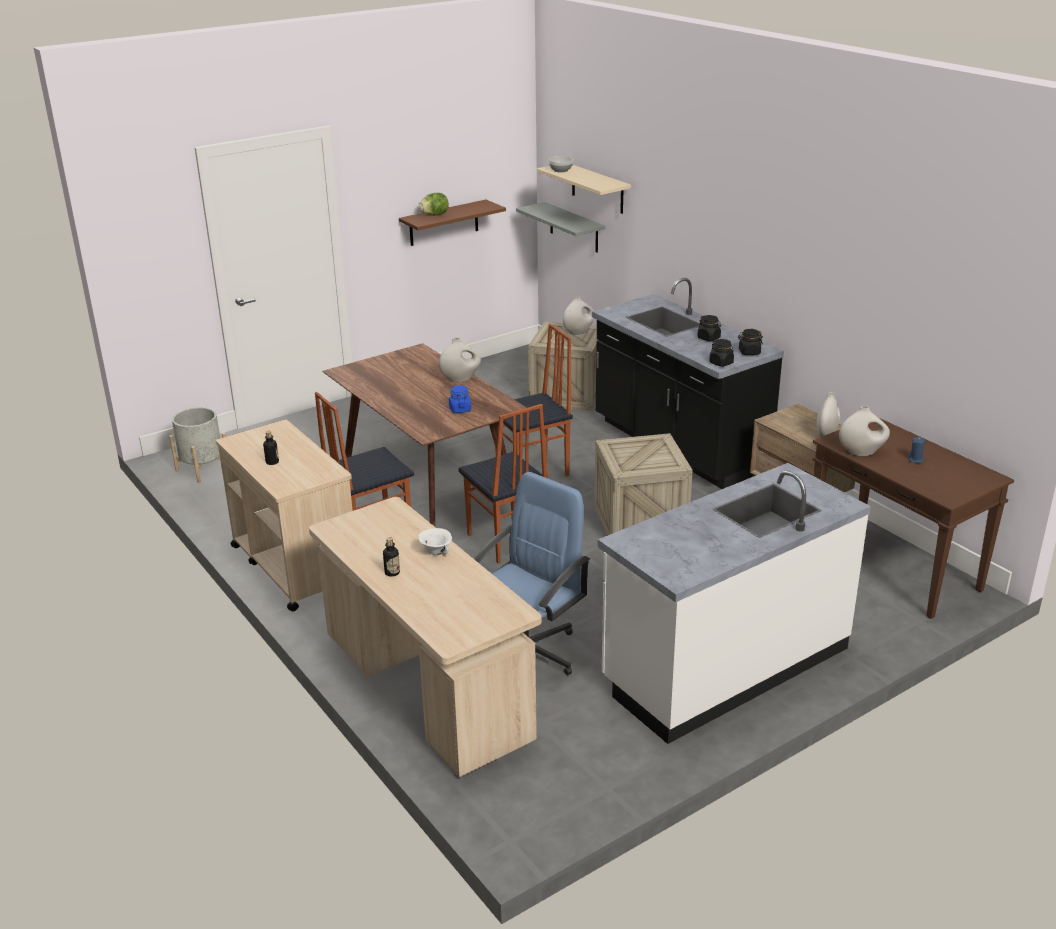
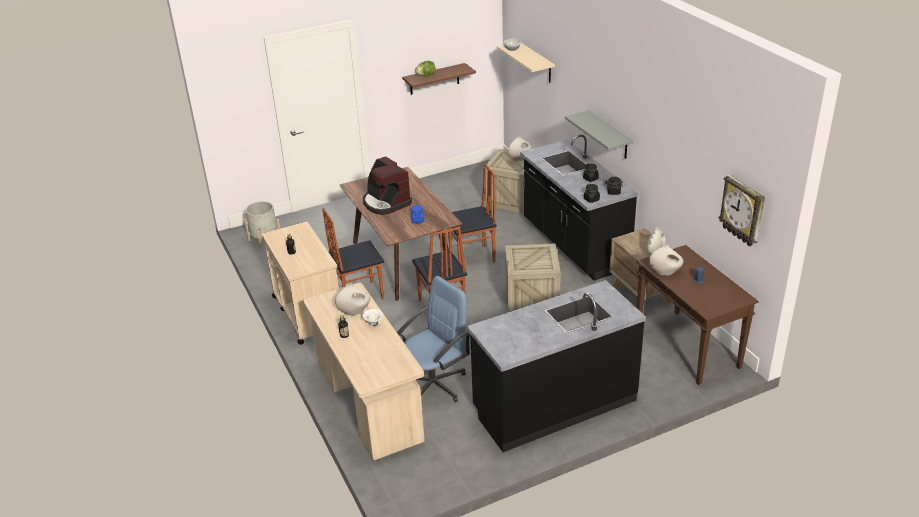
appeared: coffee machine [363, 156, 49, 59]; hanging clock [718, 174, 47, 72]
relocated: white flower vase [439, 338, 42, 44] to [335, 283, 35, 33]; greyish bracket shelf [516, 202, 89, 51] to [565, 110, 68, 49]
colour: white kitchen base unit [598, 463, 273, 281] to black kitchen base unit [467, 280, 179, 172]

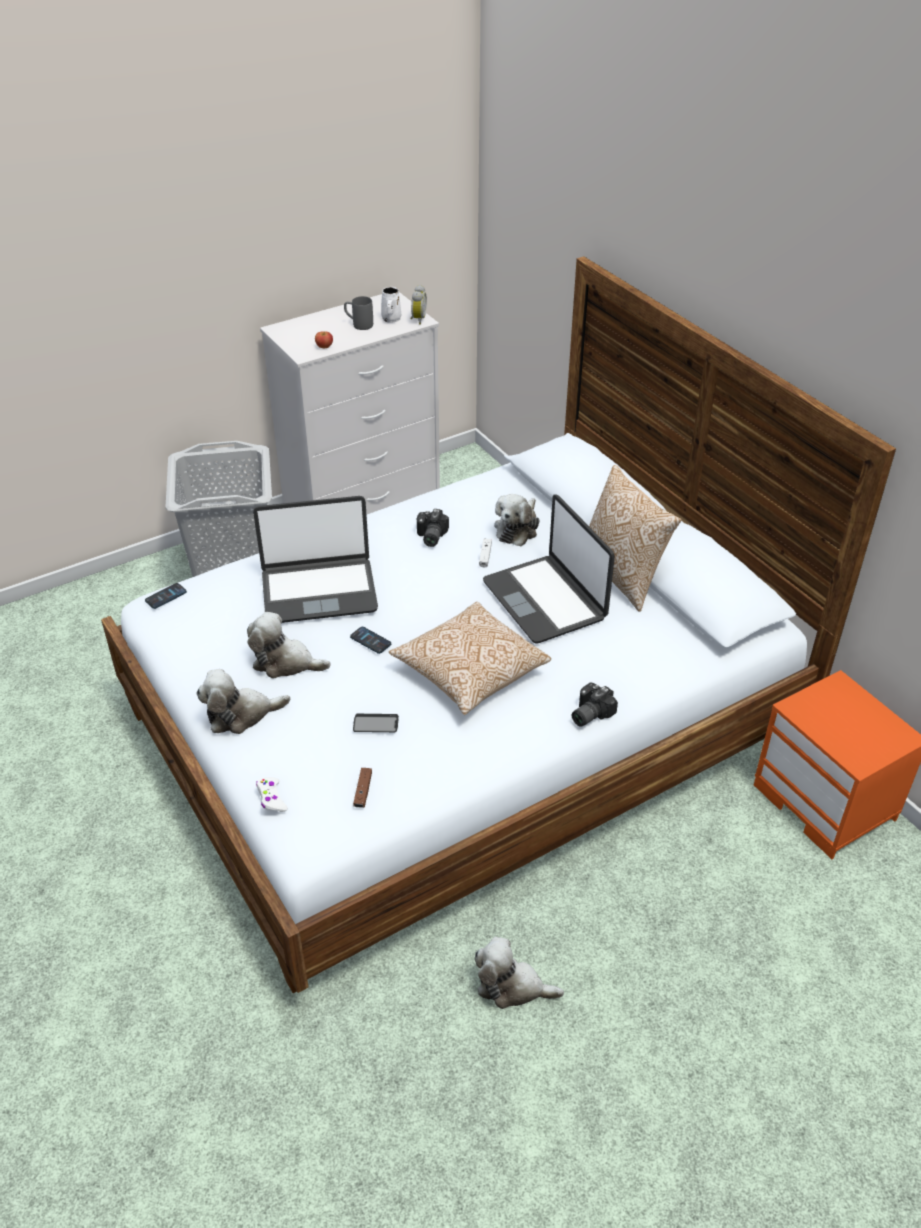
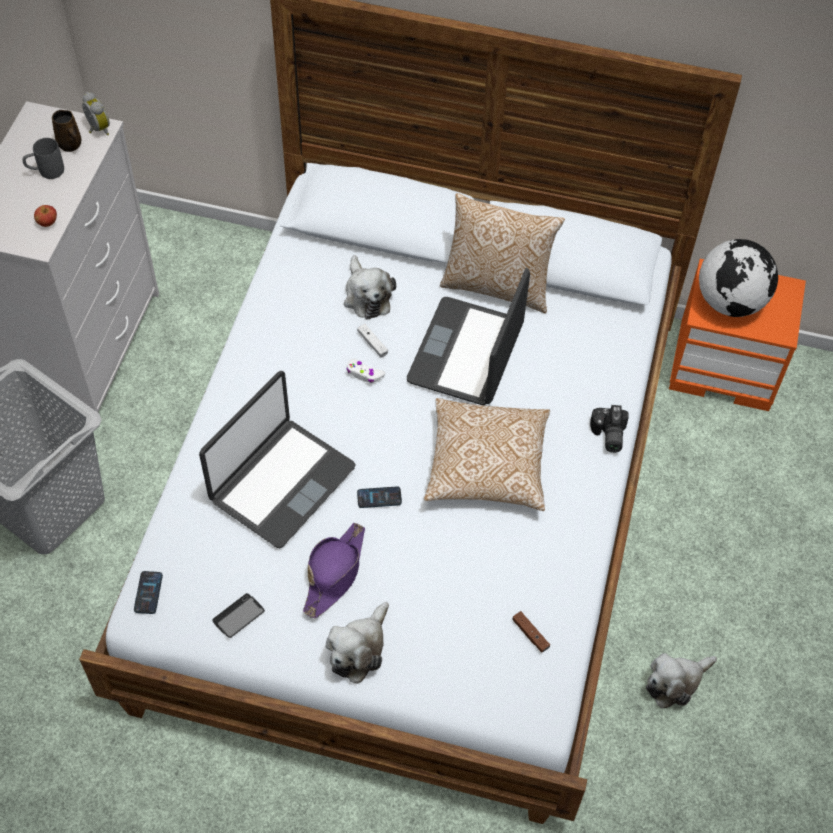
missing: still camera [417, 509, 32, 38]
appeared: globe [699, 239, 79, 78]
relocated: phone [353, 714, 46, 18] to [212, 593, 53, 45]; white game controller [256, 777, 32, 35] to [346, 358, 39, 25]
exchanged: cuddly toy [247, 612, 84, 66] to purplish hat [303, 523, 62, 96]
colour: white tea mug [381, 287, 20, 36] to brown tea mug [52, 110, 29, 42]
spun: laptop [483, 494, 132, 149] = [407, 268, 123, 137] 90 degrees clockwise

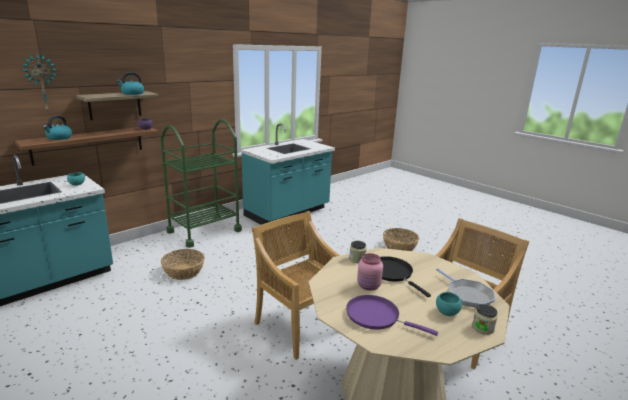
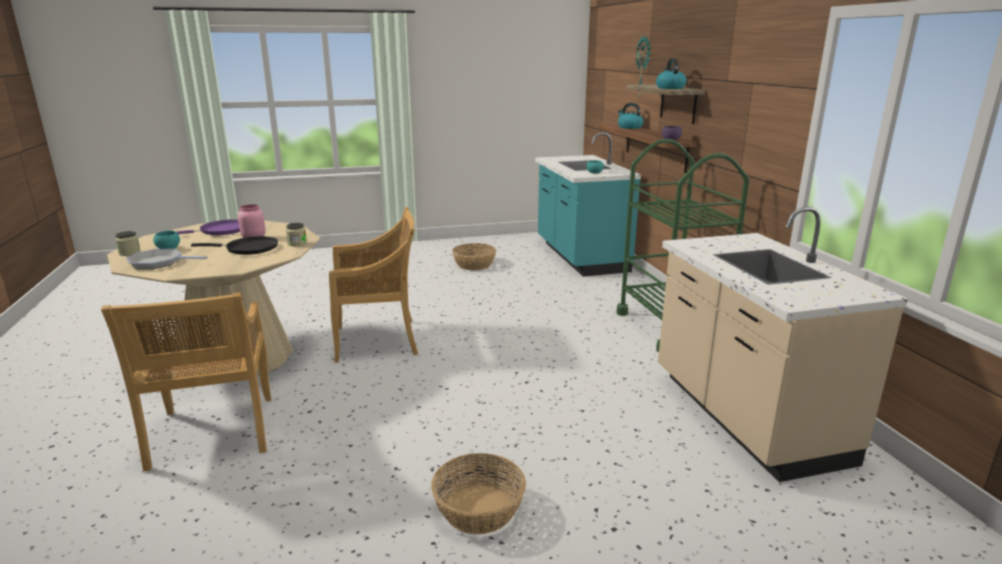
relocated: household basket [161, 249, 44, 31] to [452, 243, 44, 27]
colour: blue-green kitchen base unit [241, 124, 94, 101] to beige kitchen base unit [658, 207, 250, 275]

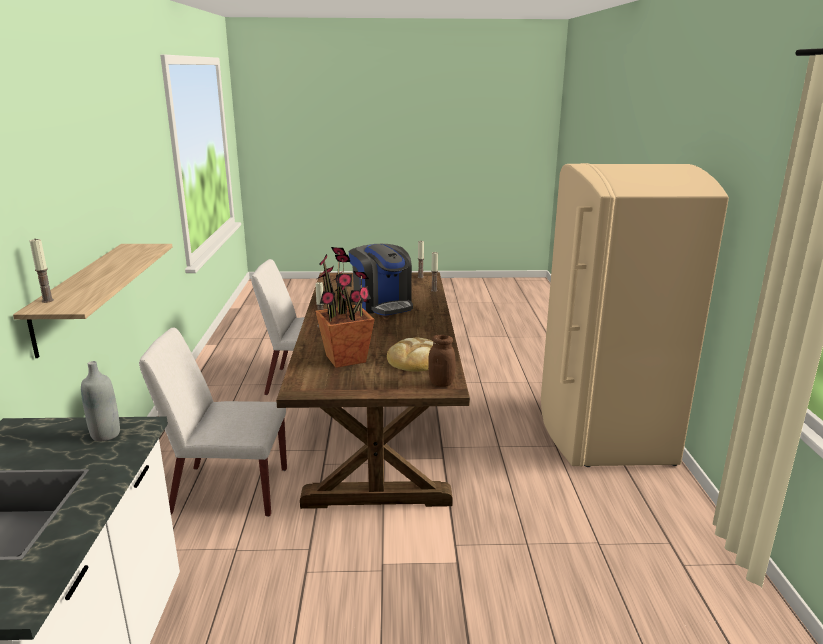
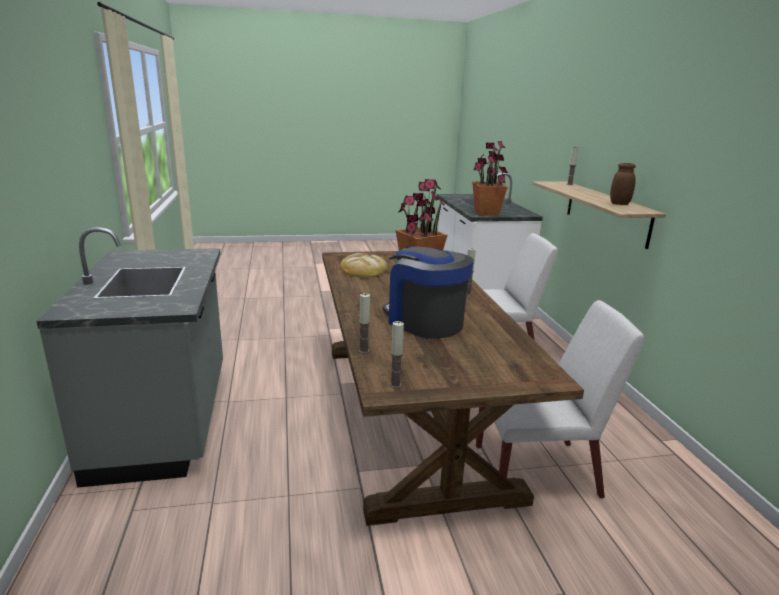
relocated: brown jar [428, 335, 28, 52] to [610, 163, 26, 42]
exchanged: beige refrigerator [541, 163, 188, 304] to greyish kitchen base unit [36, 227, 187, 261]; greyish beverage bottle [81, 361, 39, 81] to plant in a pot [472, 141, 36, 75]

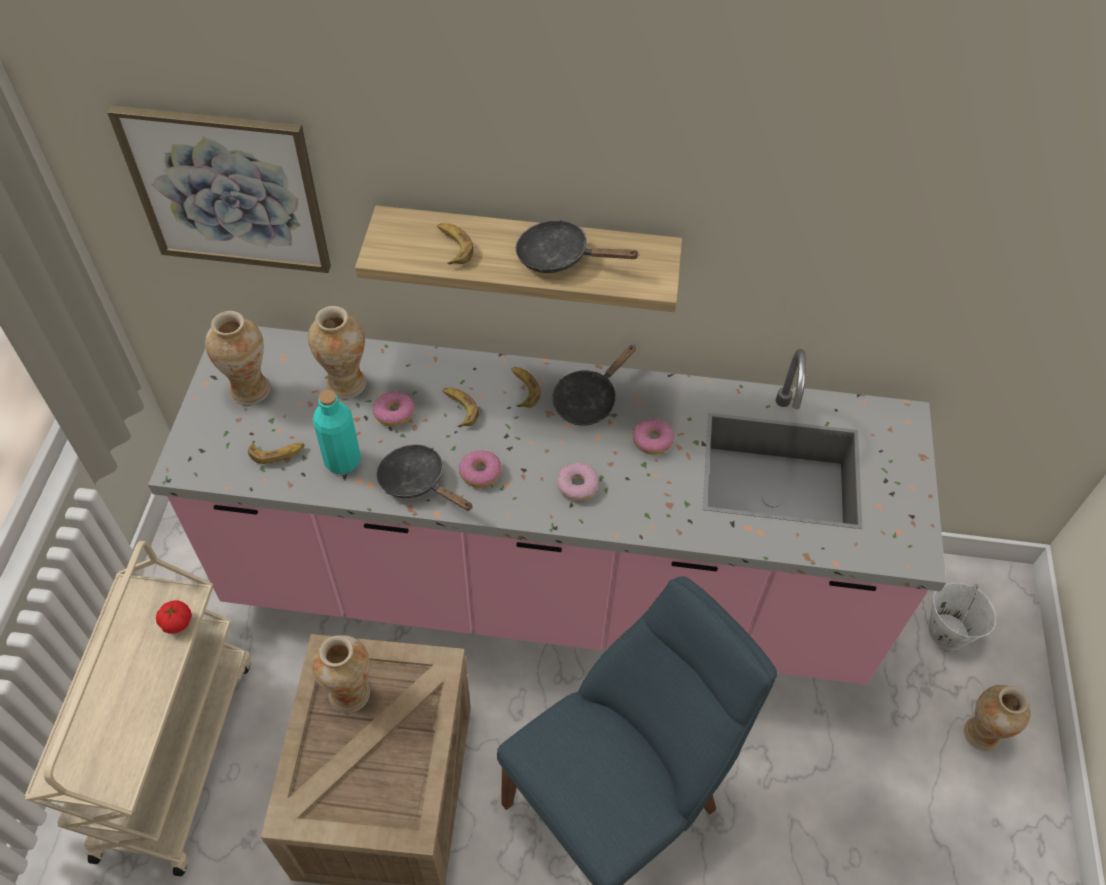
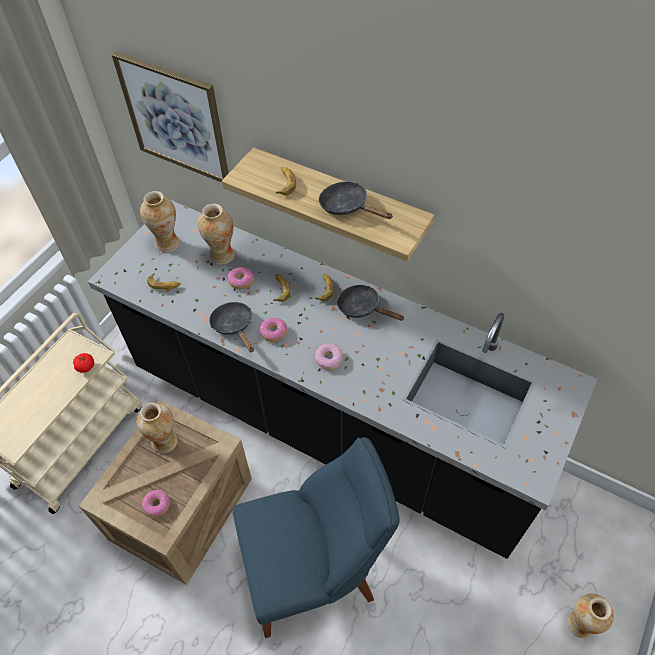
missing: blue-green beverage bottle [313, 390, 48, 84]; white pail [928, 583, 68, 67]
relocated: donut [632, 418, 42, 37] to [142, 490, 28, 27]
colour: pink kitchen base unit [148, 326, 798, 359] to black kitchen base unit [88, 200, 509, 359]
spun: black skillet [552, 345, 84, 81] = [337, 285, 68, 36] 60 degrees clockwise

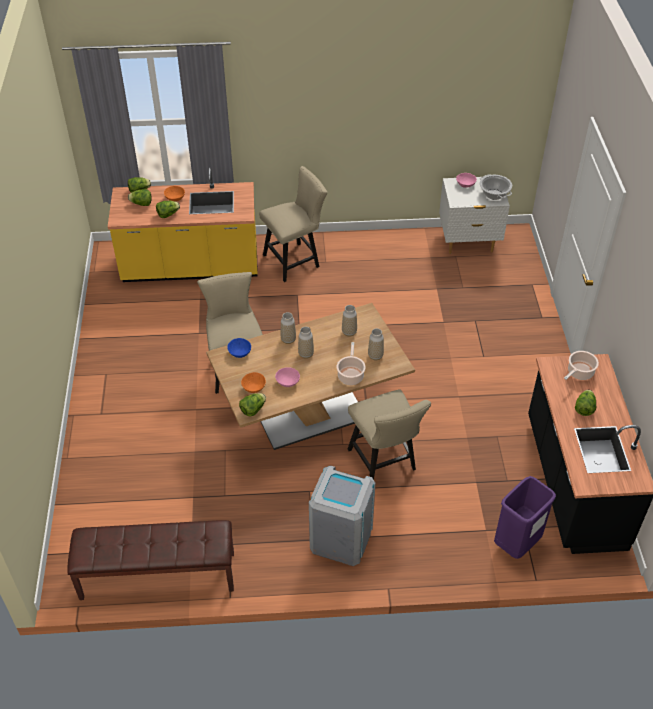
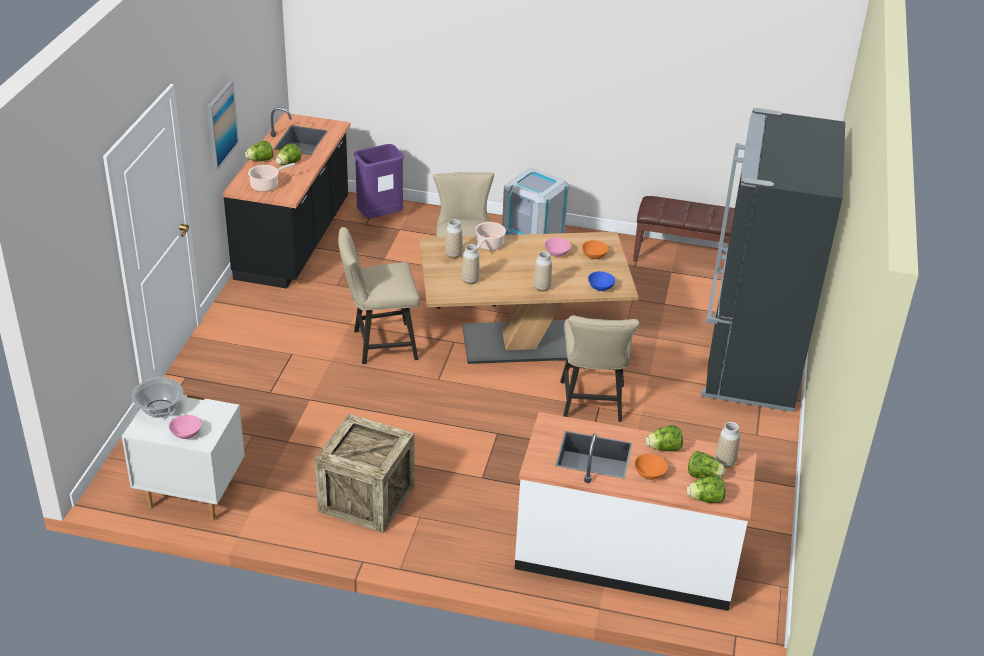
appeared: wall art [207, 81, 32, 89]; shipping crate [315, 414, 99, 119]; black refrigerator [701, 108, 144, 304]
relocated: lettuce [239, 393, 27, 23] to [245, 141, 28, 20]; beige plain chair [259, 166, 68, 116] to [338, 227, 82, 137]; flower vase [298, 327, 16, 32] to [715, 422, 25, 46]
colour: yellow-coloured kitchen base unit [108, 167, 150, 115] to white kitchen base unit [515, 412, 242, 199]

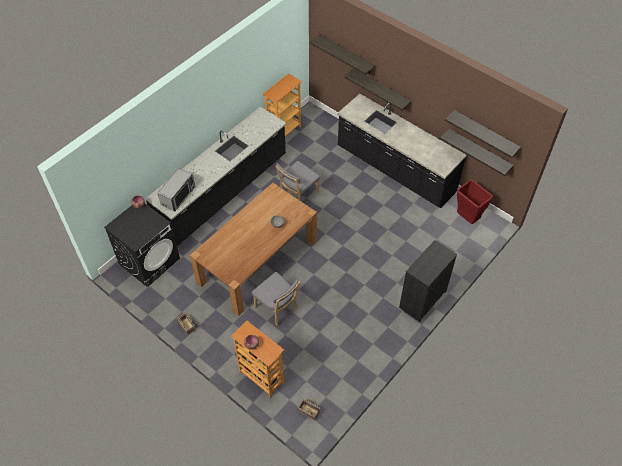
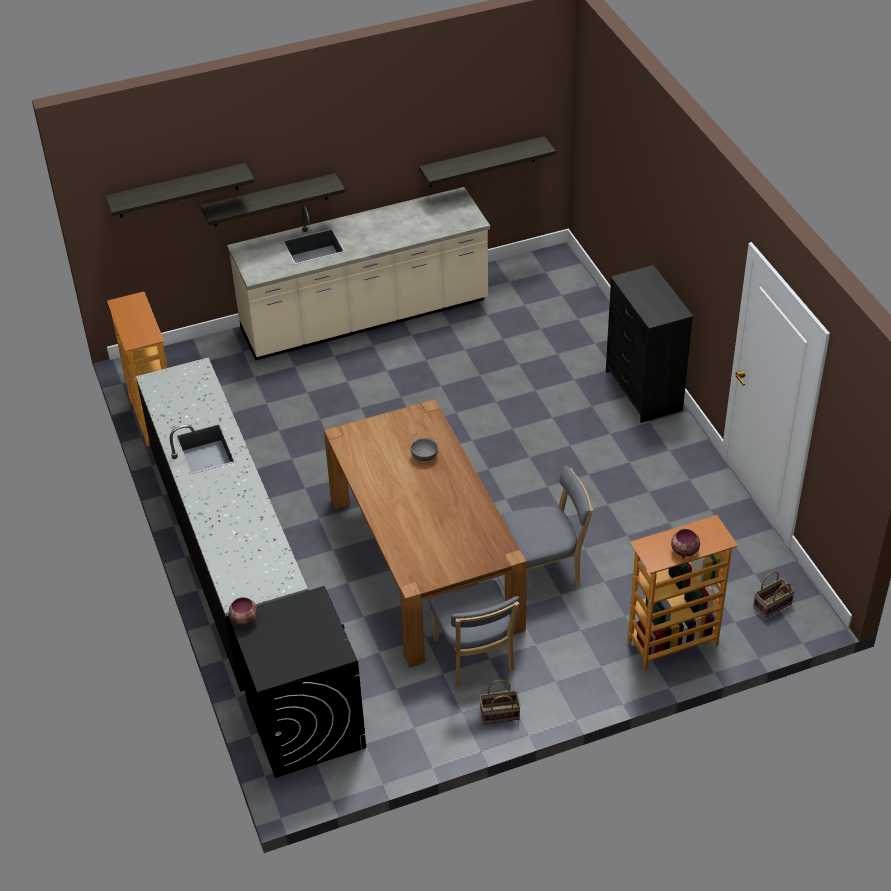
missing: microwave [158, 168, 37, 43]; bracket shelf [445, 110, 76, 48]; red-coloured rubbish bin [457, 180, 36, 44]
relocated: greyish plain chair [276, 161, 44, 39] to [430, 580, 90, 107]
colour: black kitchen base unit [337, 94, 130, 114] to beige kitchen base unit [227, 187, 263, 174]

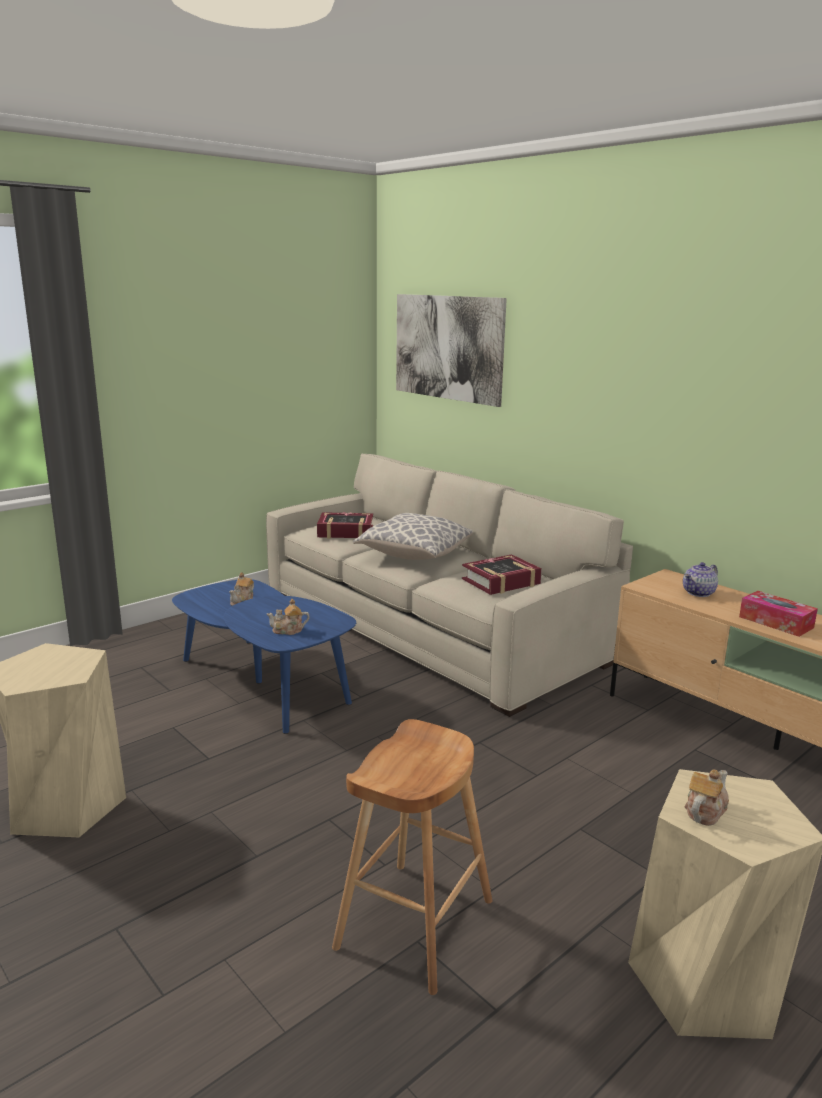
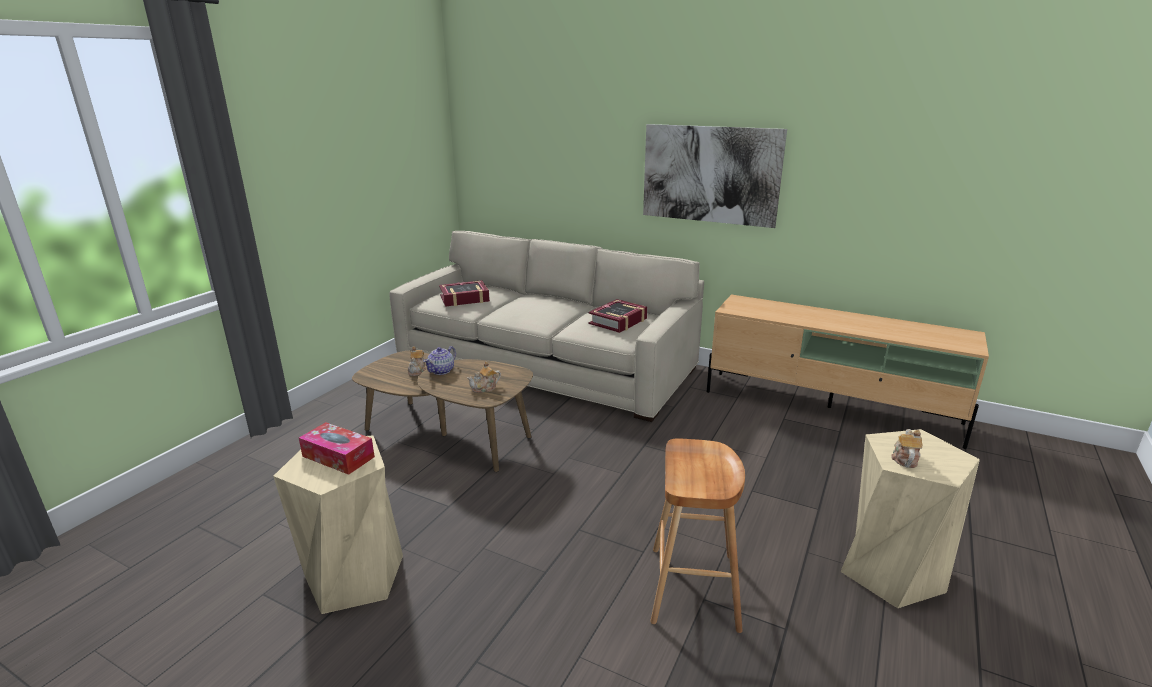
missing: throw pillow [353, 513, 120, 47]
relocated: box of tissues [739, 591, 79, 46] to [299, 422, 76, 53]; pot for tea [683, 562, 35, 35] to [423, 346, 33, 29]; wall art [396, 294, 111, 113] to [643, 124, 144, 104]
colour: blue-coloured lounge table [172, 580, 184, 154] to brown lounge table [352, 351, 181, 121]

